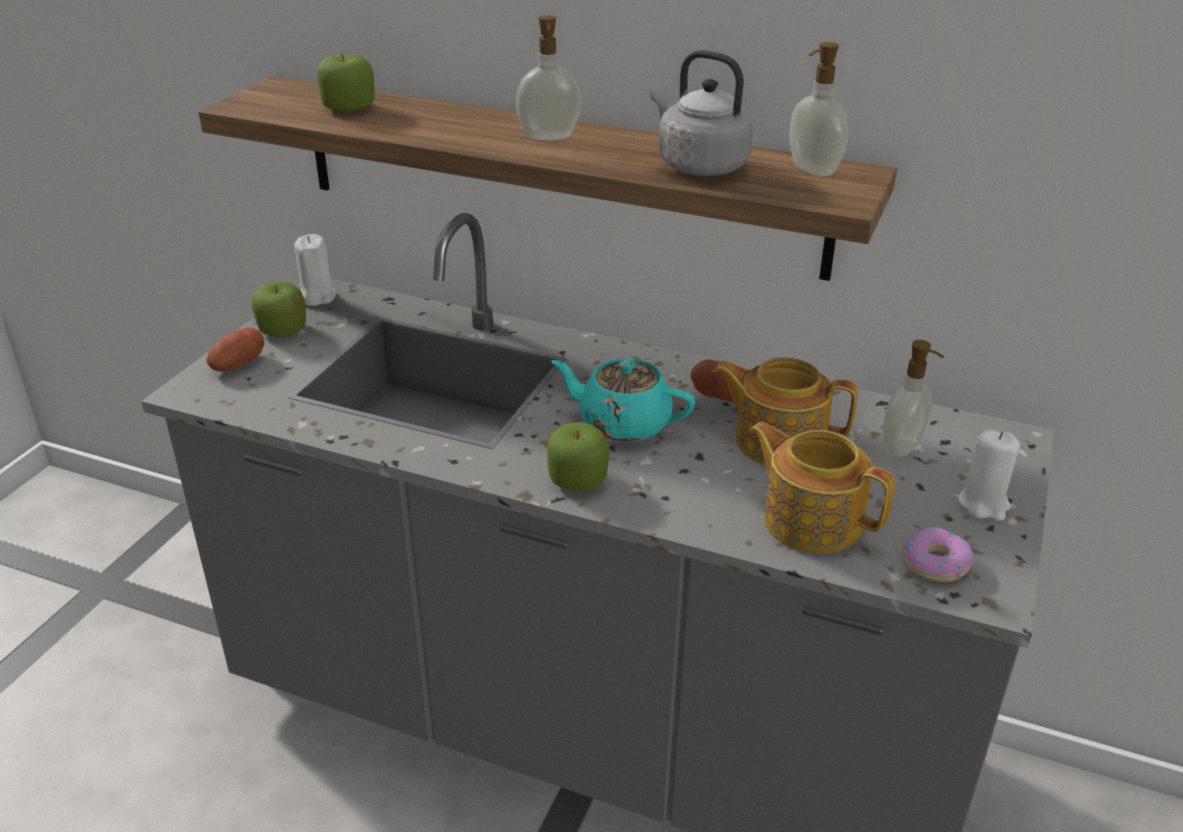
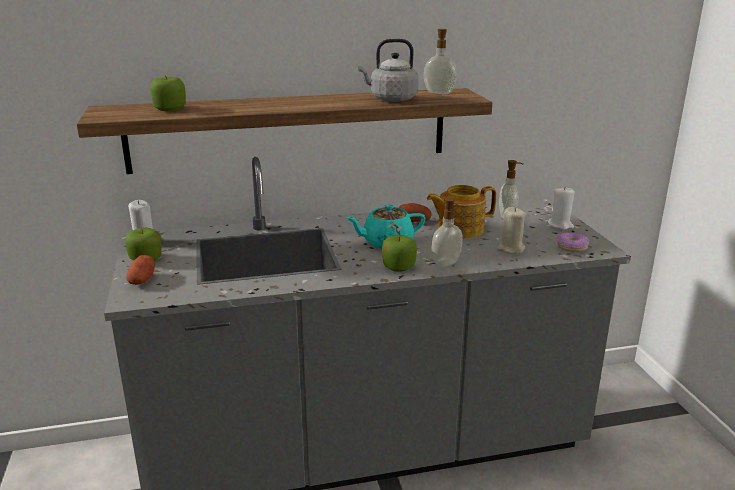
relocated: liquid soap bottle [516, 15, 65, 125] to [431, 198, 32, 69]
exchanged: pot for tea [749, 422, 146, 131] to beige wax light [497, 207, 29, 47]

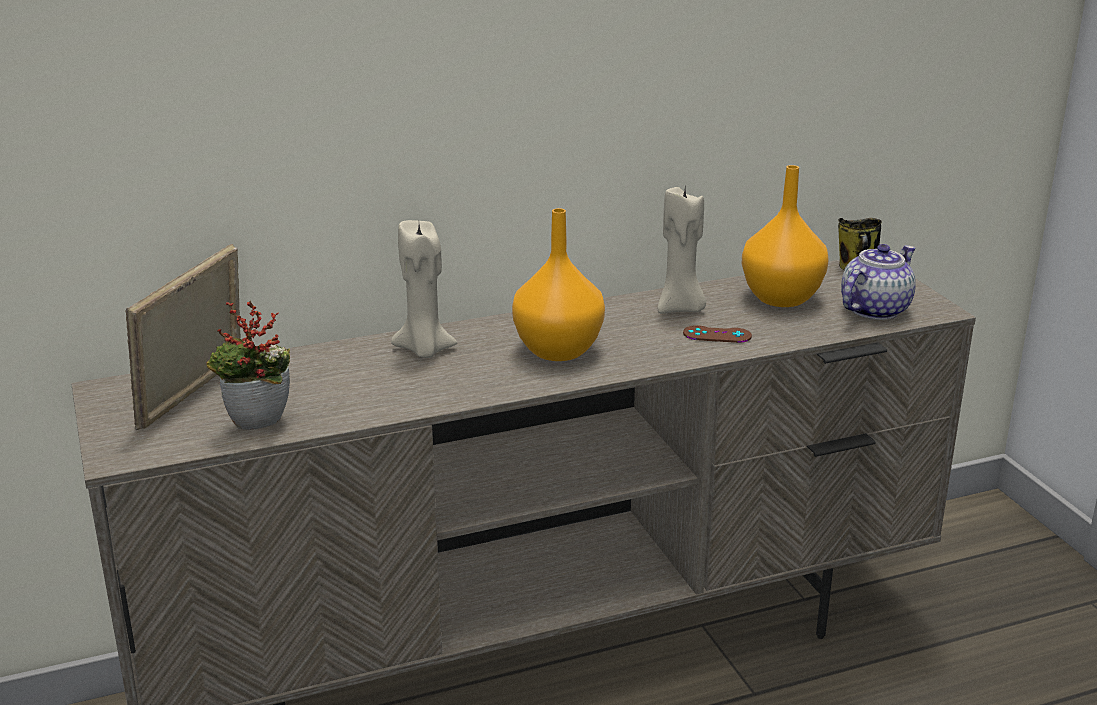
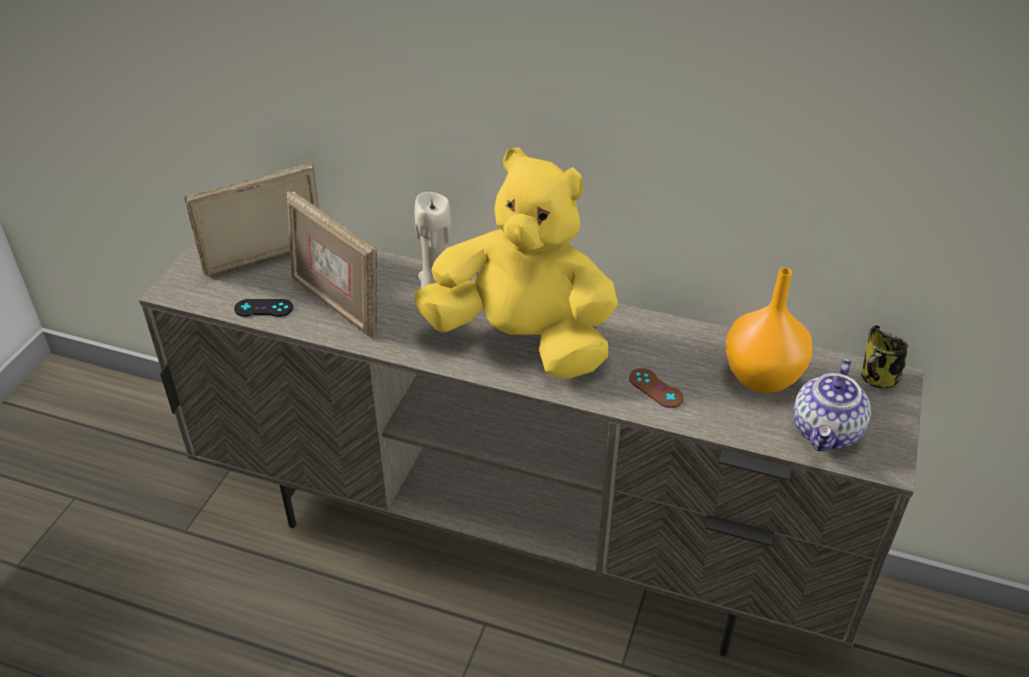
missing: beige wax light [658, 187, 48, 127]
appeared: photo frame [287, 191, 90, 148]
exchanged: plant in a pot [207, 301, 83, 129] to black game controller [234, 299, 59, 18]; orange-coloured flower vase [512, 208, 93, 153] to yellow-coloured cuddly toy [414, 148, 204, 231]
spun: pot for tea [841, 244, 75, 76] = [793, 359, 78, 92] 120 degrees clockwise

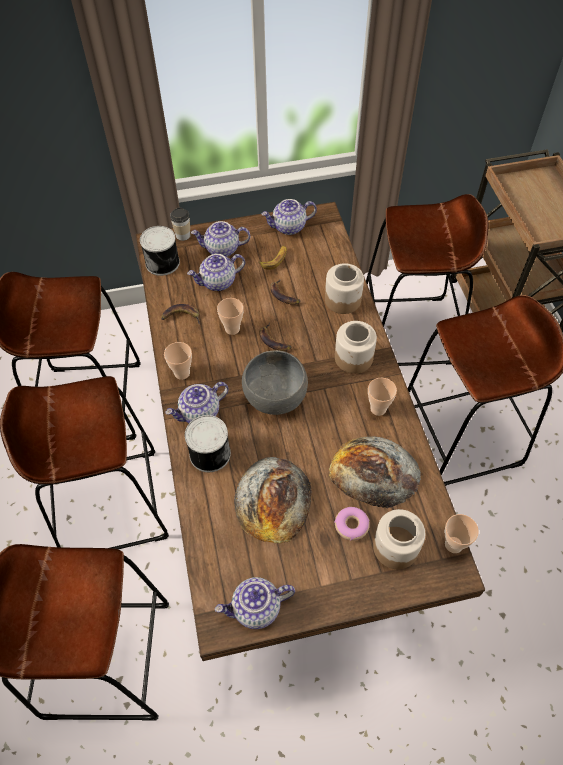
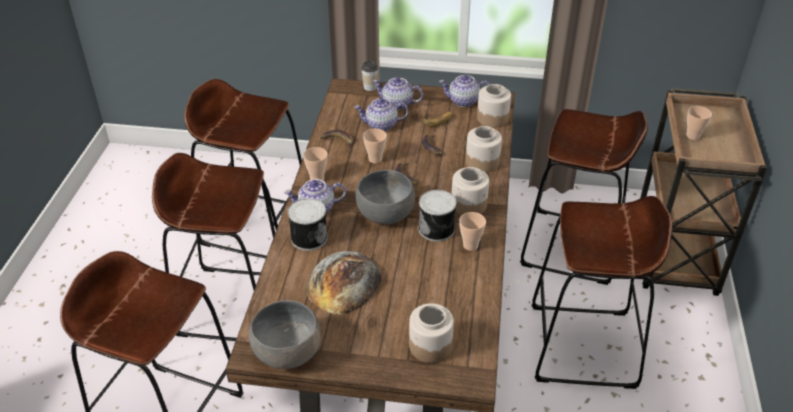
missing: bread [329, 436, 92, 72]; donut [334, 507, 36, 34]
appeared: jar [477, 84, 34, 44]
relocated: metal can [140, 226, 40, 50] to [418, 190, 38, 52]; small cup [445, 514, 34, 39] to [686, 106, 26, 34]
exchanged: pot for tea [215, 577, 80, 52] to greyish serving bowl [249, 300, 72, 69]

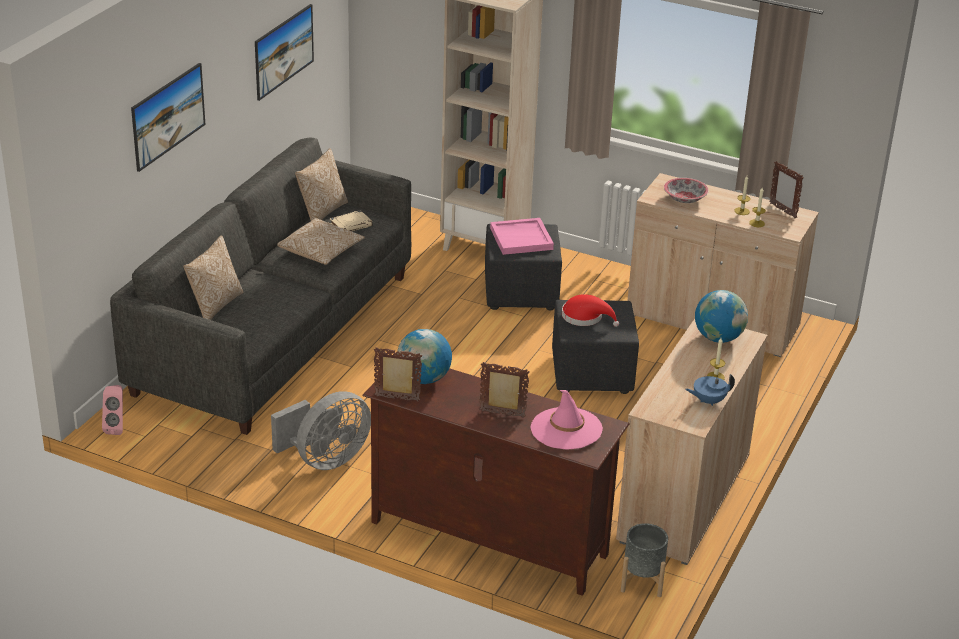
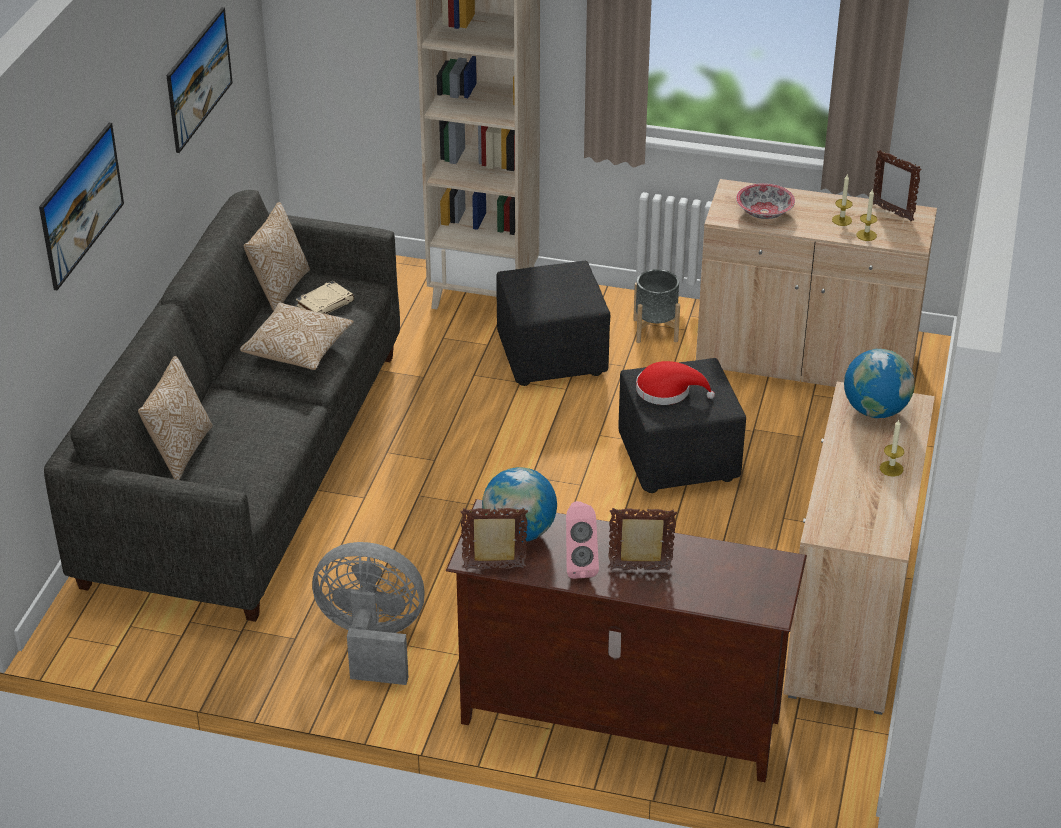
missing: pink carrying tray [490, 218, 64, 37]; pink hat [531, 390, 72, 60]; blue-coloured pot for tea [685, 374, 50, 32]
relocated: pink audio speaker [102, 385, 21, 50] to [566, 501, 33, 78]; greyish planter [621, 523, 47, 74] to [633, 269, 47, 74]
spun: greyish fan [271, 391, 100, 79] = [312, 542, 113, 143] 120 degrees counterclockwise

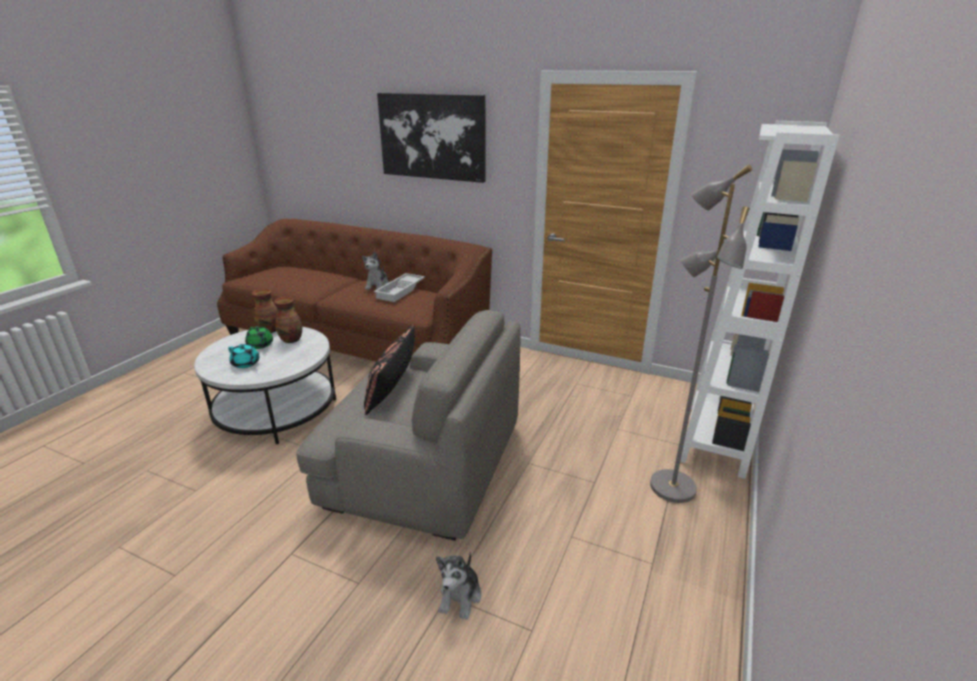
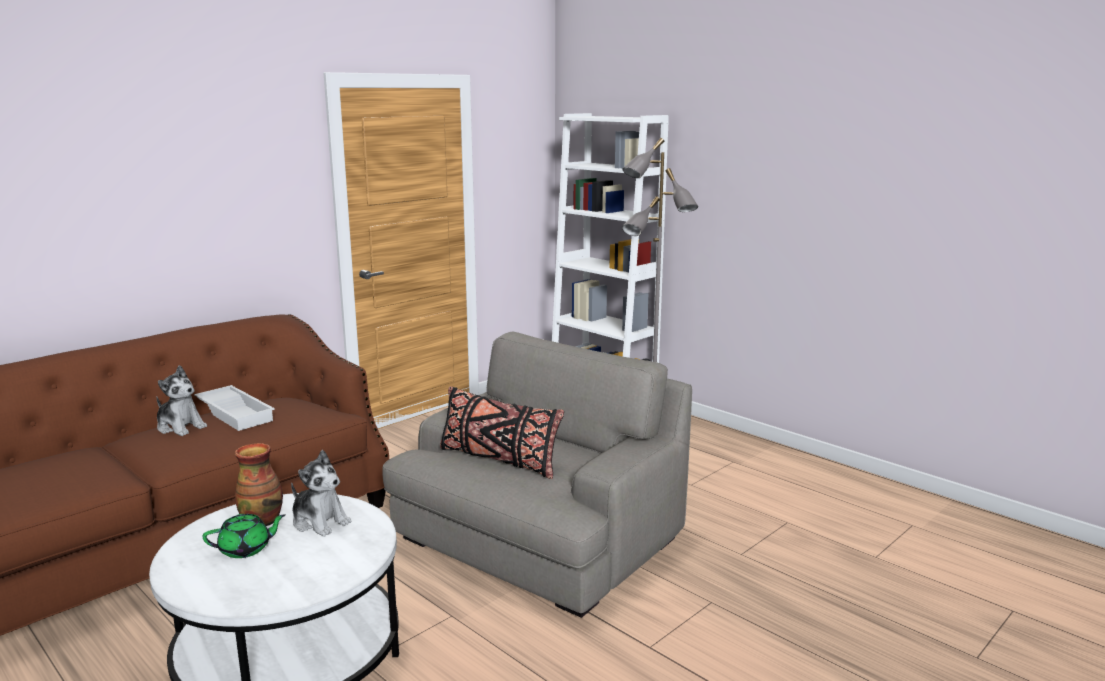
missing: blue-green pot for tea [228, 344, 31, 24]; flower vase [252, 289, 25, 44]; wall art [377, 93, 109, 90]
relocated: cuddly toy [436, 552, 45, 68] to [291, 450, 60, 87]

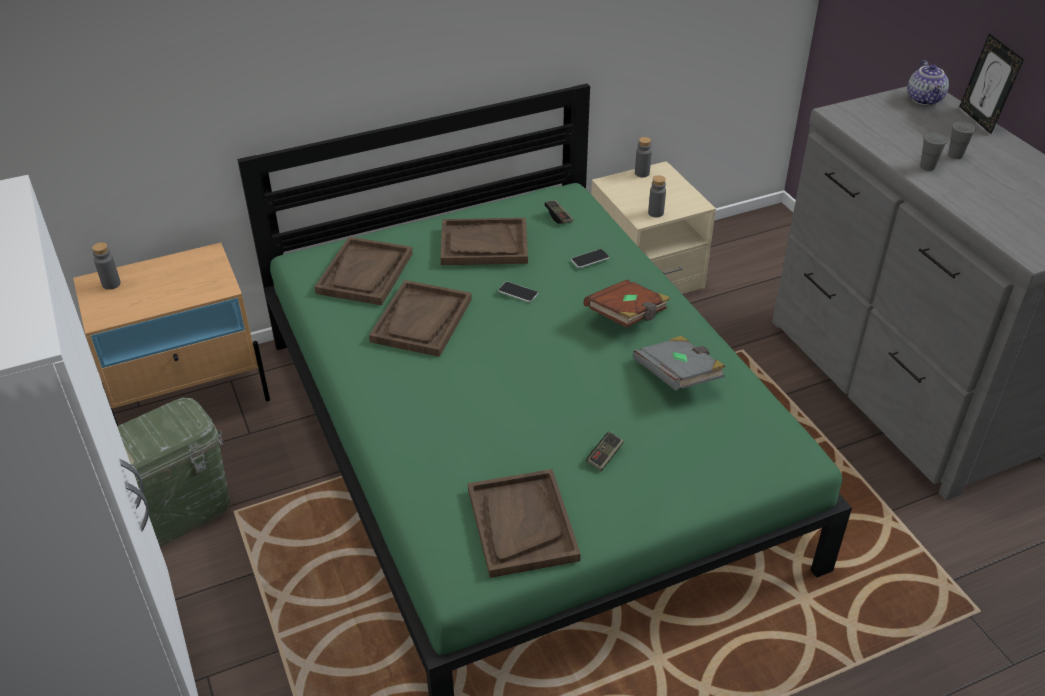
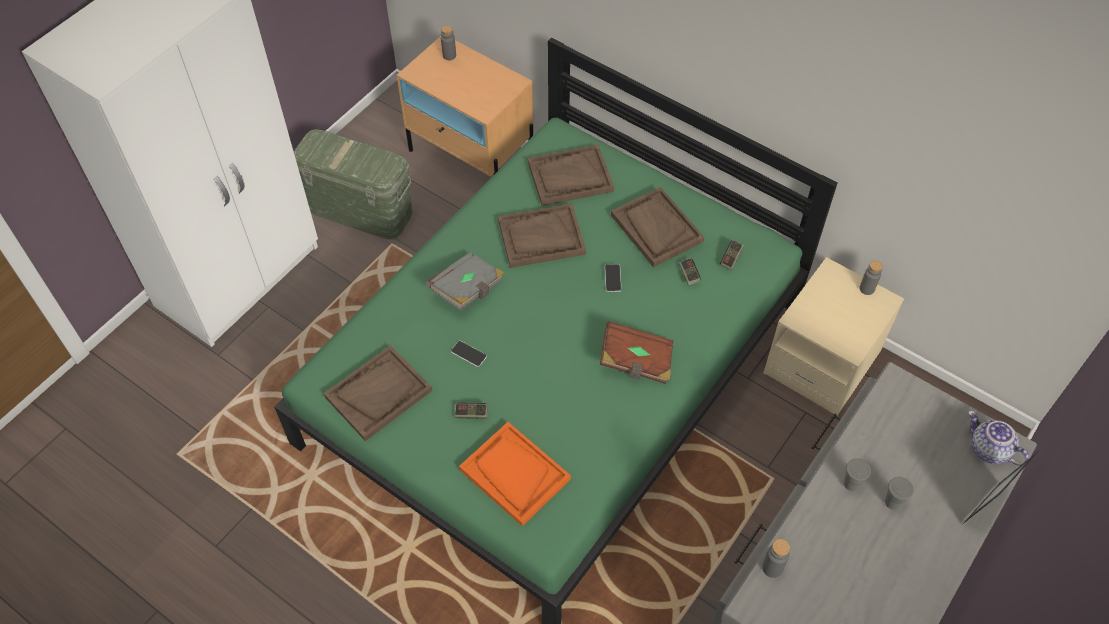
appeared: orange-coloured carrying tray [459, 422, 112, 104]; game controller [679, 258, 22, 27]
relocated: greyish volume [633, 336, 92, 55] to [426, 252, 78, 59]; phone [571, 249, 39, 19] to [451, 341, 36, 26]; greyish beverage bottle [648, 175, 18, 42] to [762, 539, 28, 39]
spun: pot for tea [908, 60, 41, 45] = [969, 411, 60, 55] 75 degrees clockwise

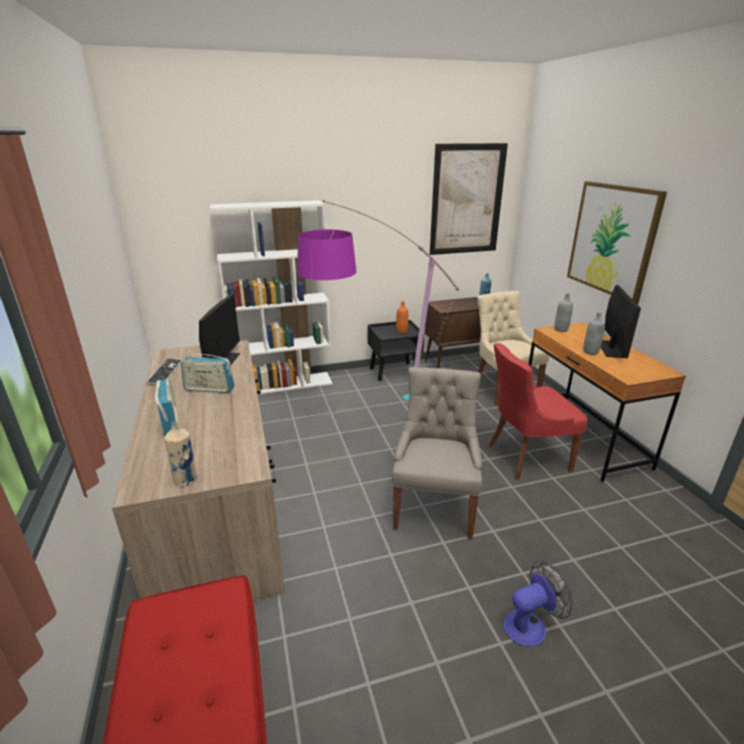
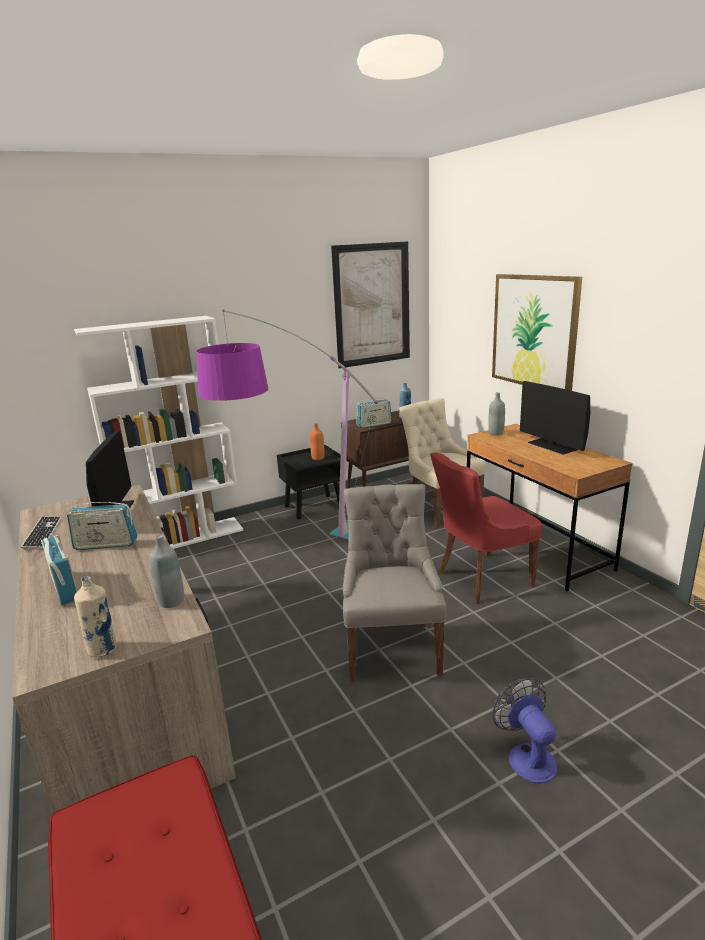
appeared: radio receiver [357, 398, 35, 30]
relocated: greyish beverage bottle [583, 312, 22, 43] to [150, 535, 34, 73]
spun: fan [503, 560, 70, 87] = [492, 678, 65, 106] 75 degrees counterclockwise; computer display [601, 285, 40, 73] = [520, 381, 70, 74] 150 degrees clockwise

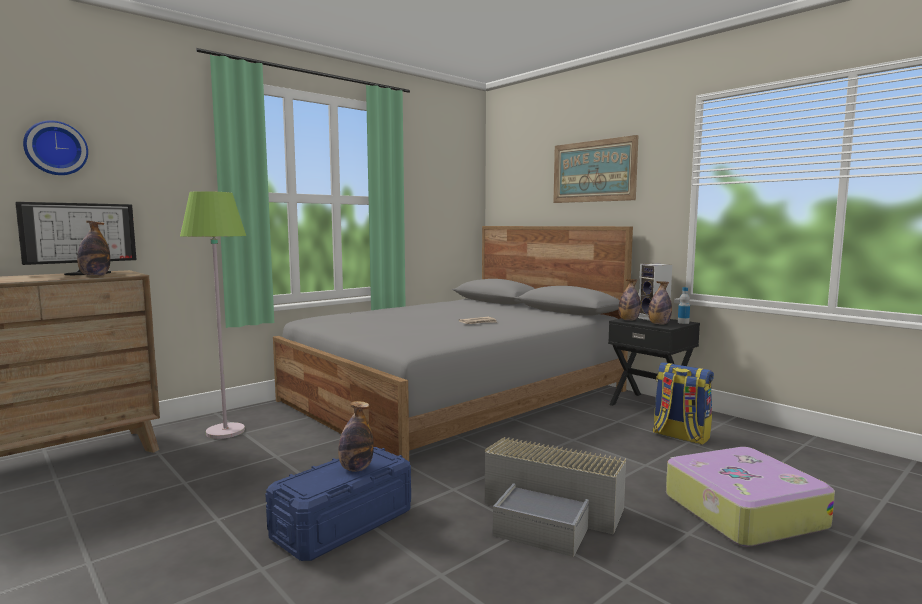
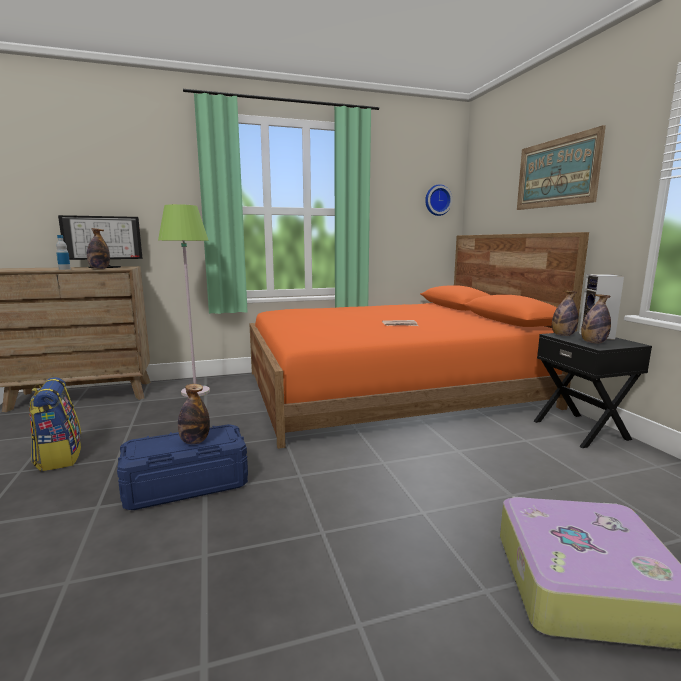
missing: greyish storage box [485, 437, 141, 120]
relocated: backpack [653, 362, 61, 83] to [29, 377, 52, 94]; beverage bottle [678, 287, 12, 37] to [56, 235, 15, 35]; hanging clock [23, 120, 65, 55] to [425, 184, 28, 32]
colour: greyish bedroom bed [273, 226, 360, 235] to orange-coloured bedroom bed [249, 232, 340, 217]

